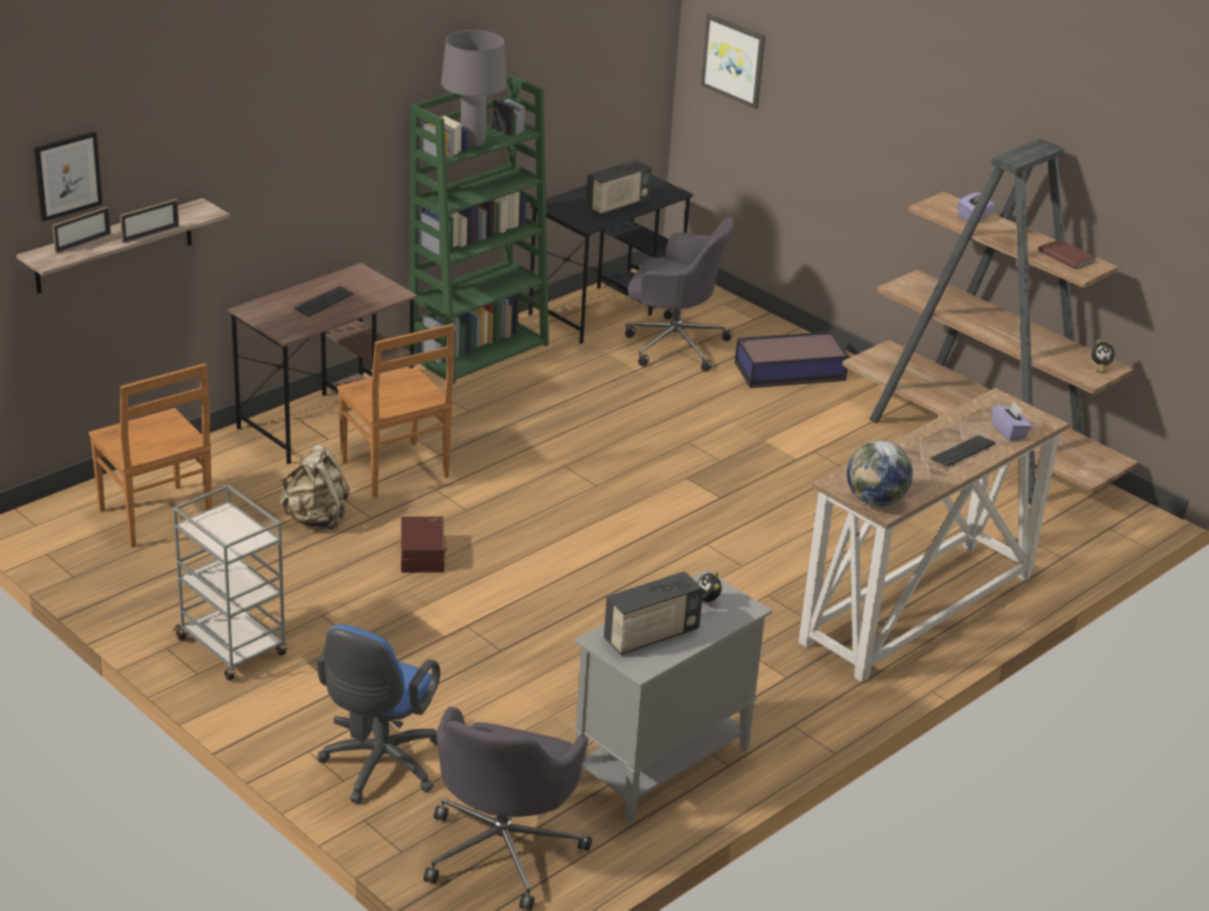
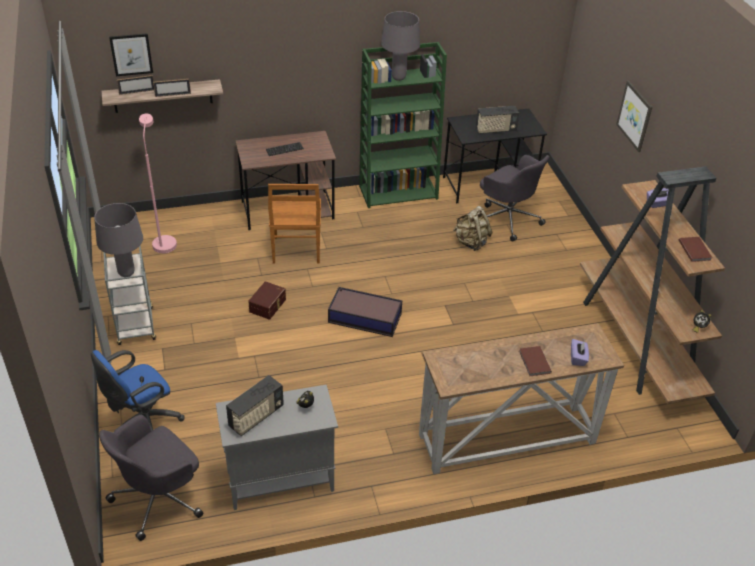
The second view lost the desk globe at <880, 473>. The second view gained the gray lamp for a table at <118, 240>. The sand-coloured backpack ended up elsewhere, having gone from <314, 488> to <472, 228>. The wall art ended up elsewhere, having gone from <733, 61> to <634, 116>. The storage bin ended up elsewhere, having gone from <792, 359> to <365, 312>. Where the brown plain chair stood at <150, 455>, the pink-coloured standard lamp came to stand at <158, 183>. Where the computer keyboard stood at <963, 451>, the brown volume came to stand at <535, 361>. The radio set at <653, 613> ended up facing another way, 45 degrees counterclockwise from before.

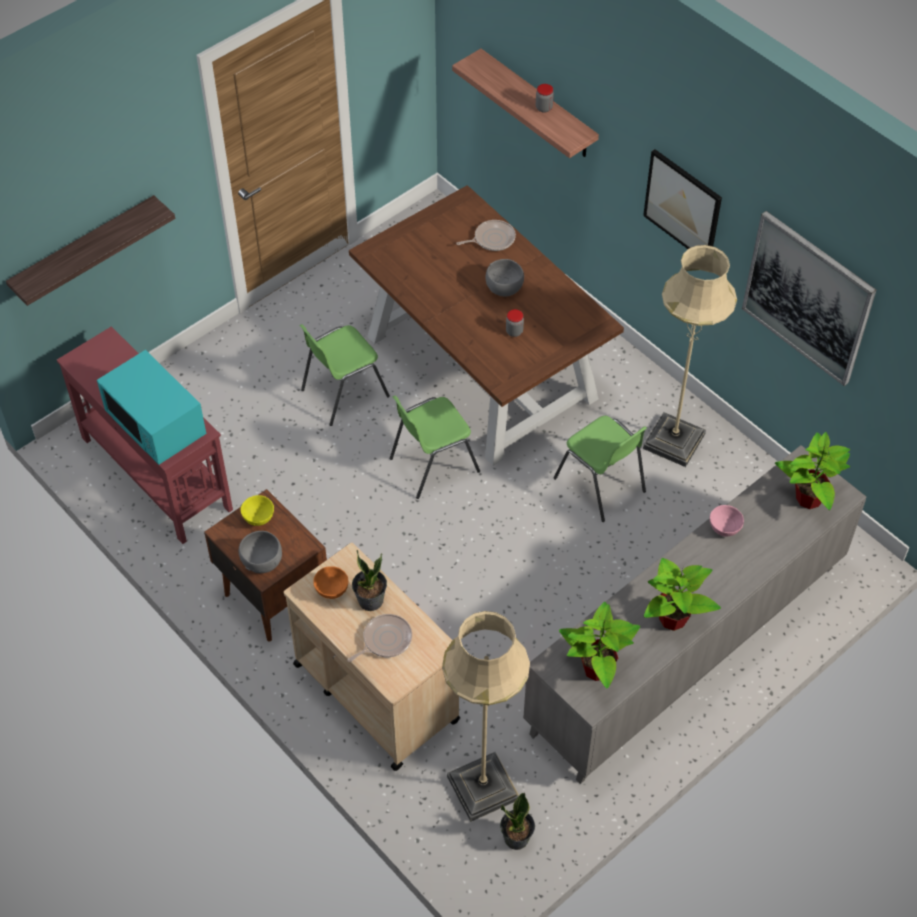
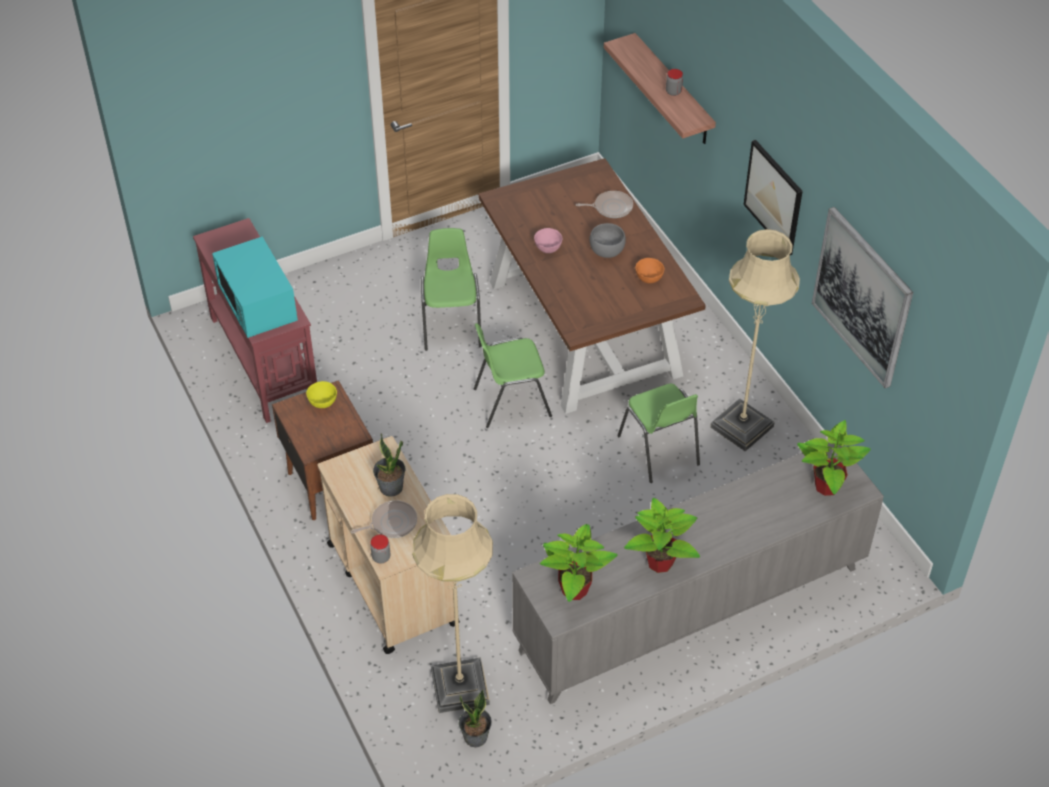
The second view lost the wall shelf at <90, 250>. The second view lost the gray bowl at <260, 552>. The orange bowl ended up elsewhere, having gone from <330, 582> to <649, 270>. The storage jar ended up elsewhere, having gone from <515, 323> to <380, 549>. The pink-coloured bowl ended up elsewhere, having gone from <727, 520> to <548, 240>. The green-coloured plain chair at <345, 375> ended up facing another way, 105 degrees clockwise from before.

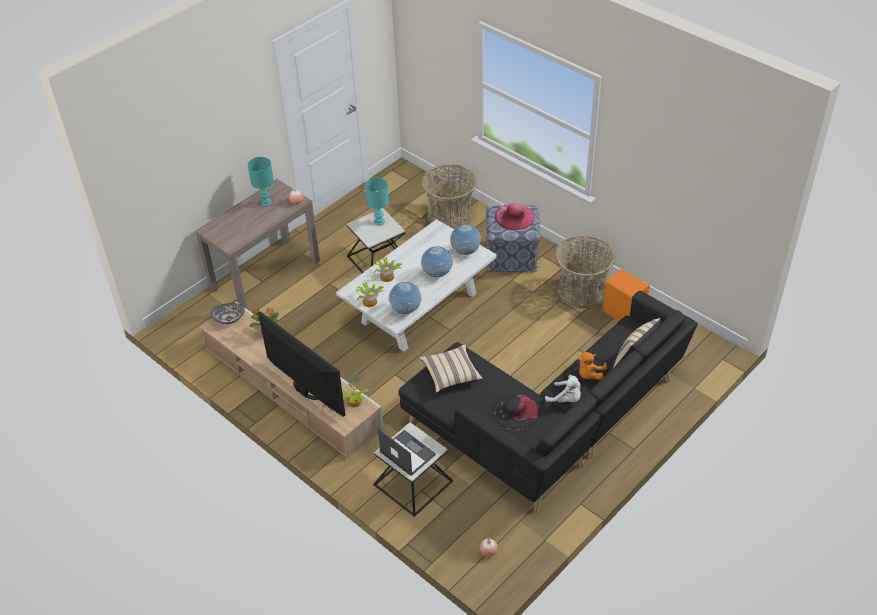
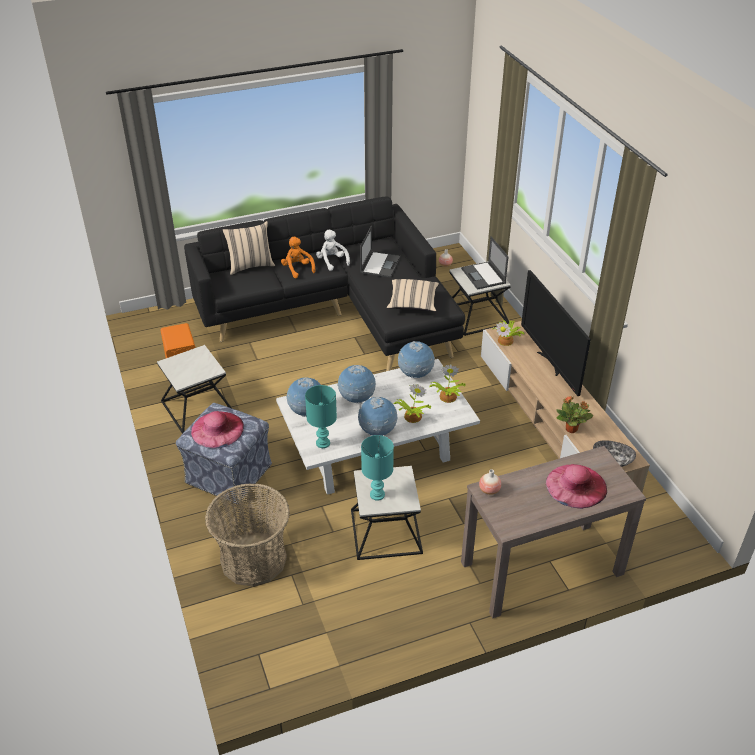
The second view gained the desk globe at <377, 416>. The second view gained the pink-coloured wearable hat at <576, 486>. The blue-green lamp for a table ended up elsewhere, having gone from <261, 181> to <321, 416>. Where the black-coloured wearable hat stood at <515, 412>, the laptop came to stand at <380, 252>. Where the storage basket stood at <585, 271>, the accent table came to stand at <194, 389>. The orange plush toy at <592, 366> ended up facing another way, 90 degrees counterclockwise from before.

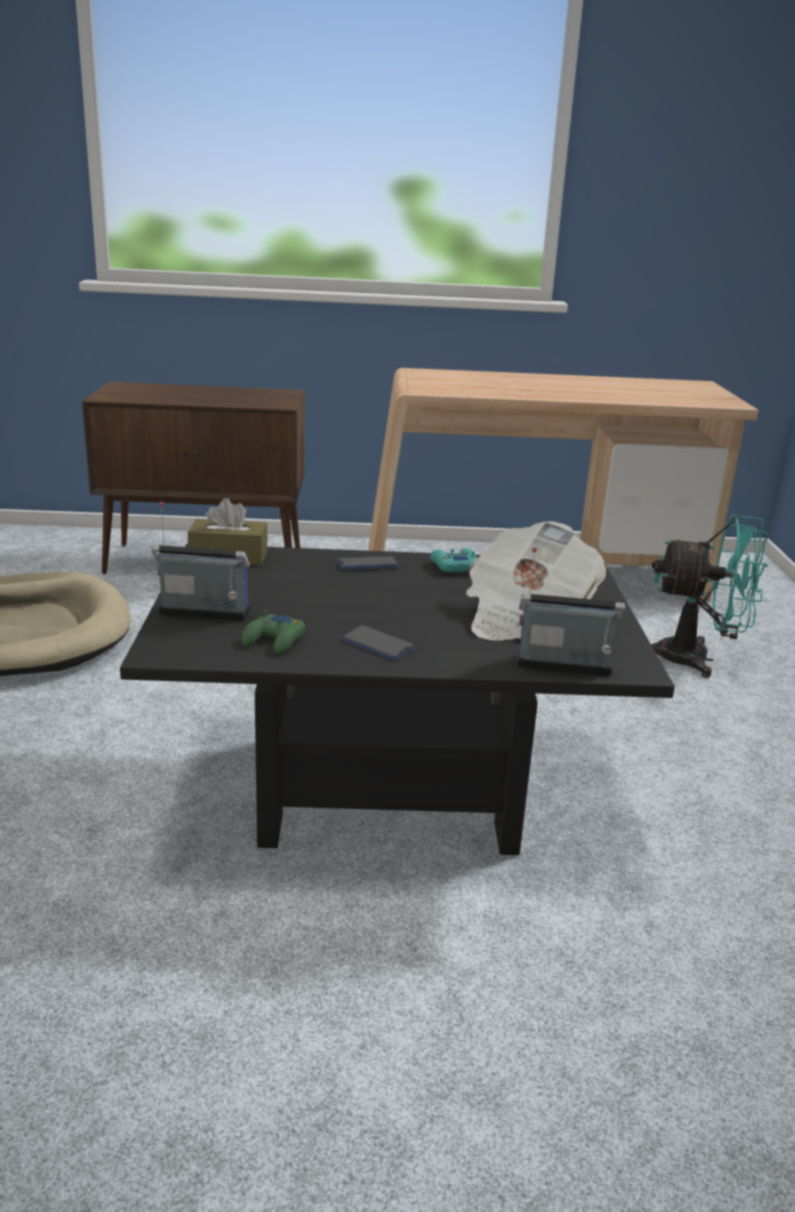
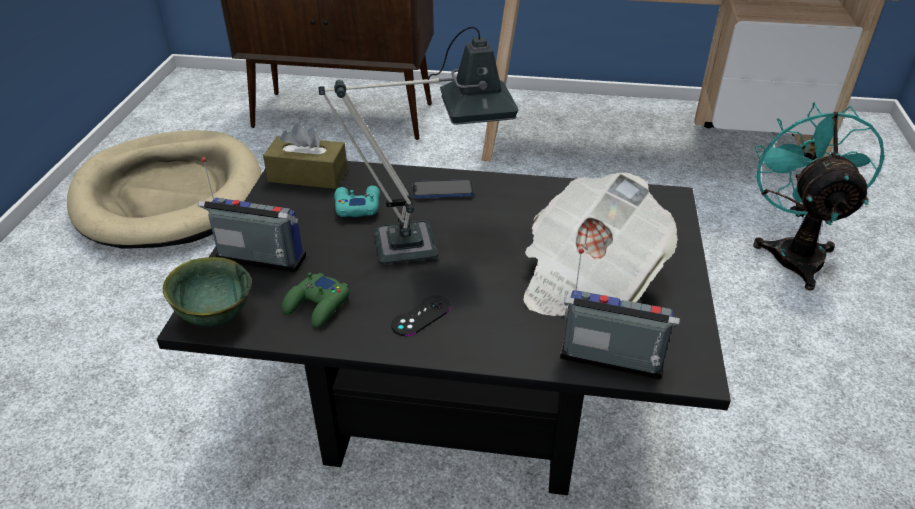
The second view gained the green-coloured bowl at <207, 291>. The second view gained the lamp for a table at <418, 145>. The blue-green game controller ended up elsewhere, having gone from <453, 560> to <357, 201>. Where the handset stood at <378, 642>, the black-coloured game controller came to stand at <421, 315>. The blue-green fan at <709, 596> ended up facing another way, 105 degrees counterclockwise from before.

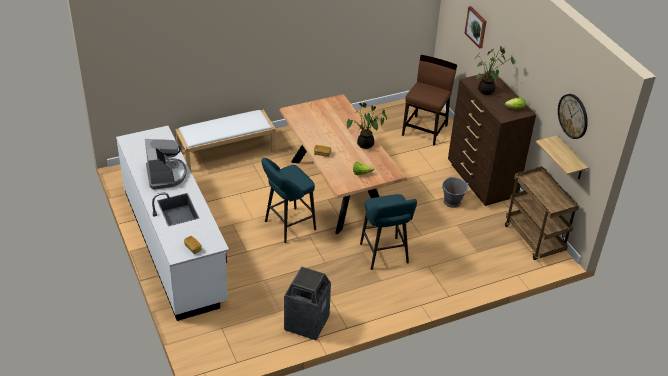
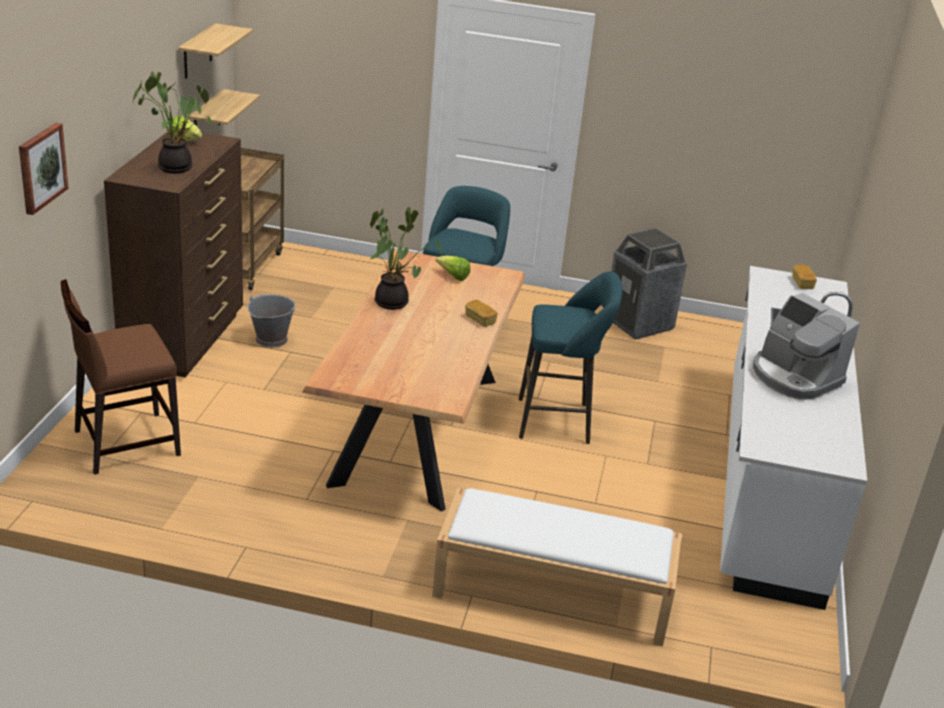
Where the clock on the wall hung at <573, 116>, the wall shelf came to hang at <215, 51>. The coffee machine at <166, 164> ended up facing another way, 60 degrees counterclockwise from before.

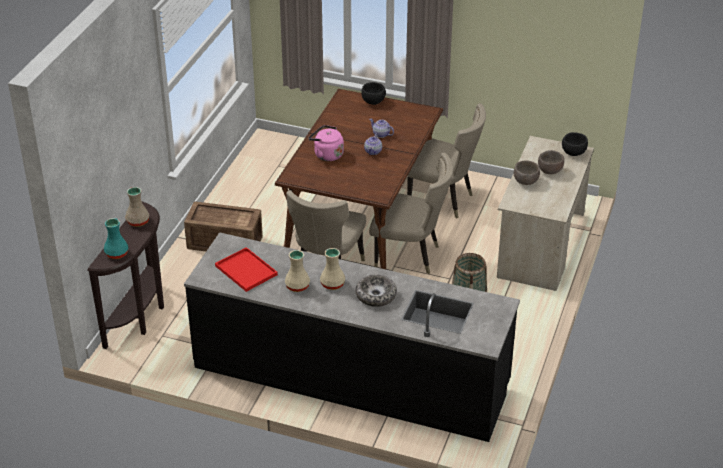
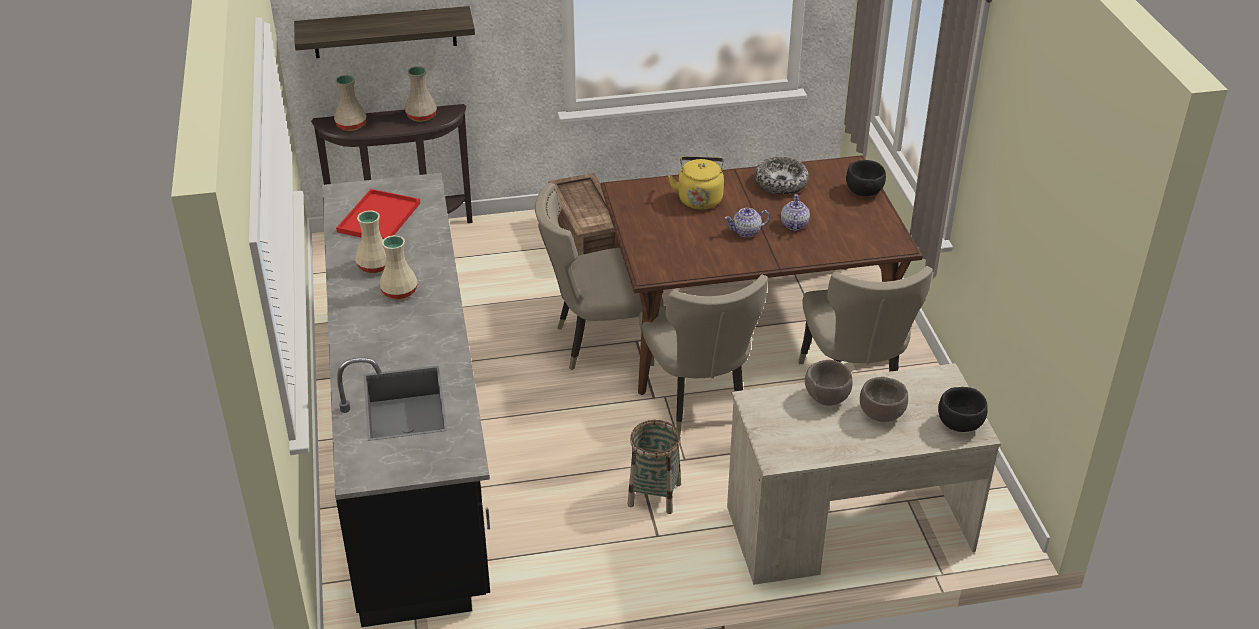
The second view gained the wall shelf at <384, 32>. The bowl ended up elsewhere, having gone from <376, 290> to <781, 175>. What was the blue-green decorative vase at <116, 238> turned into the sand-coloured decorative vase at <350, 103>. What was the pink-coloured water kettle at <326, 143> turned into the yellow water kettle at <696, 183>.

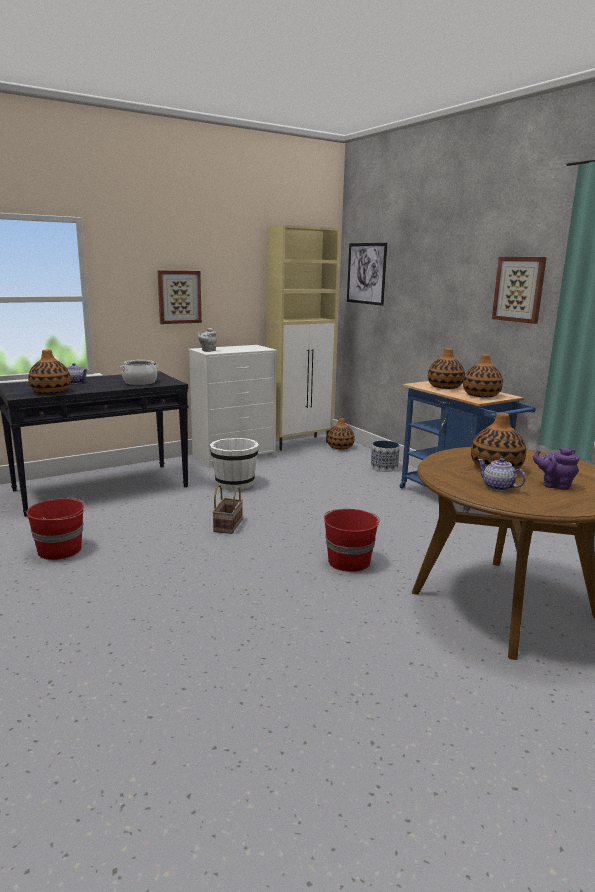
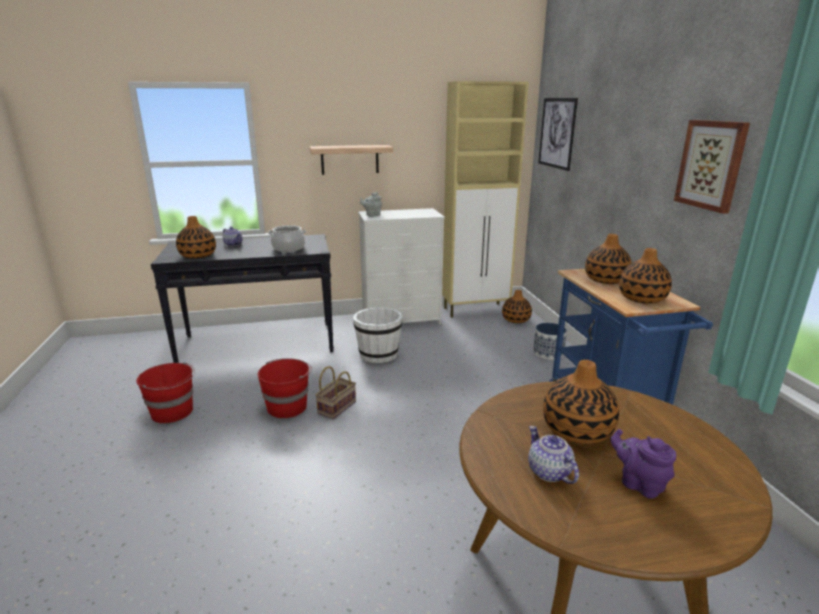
The reddish pail ended up elsewhere, having gone from <352, 540> to <285, 388>. Where the wall art hung at <179, 297>, the wall shelf came to hang at <351, 160>.

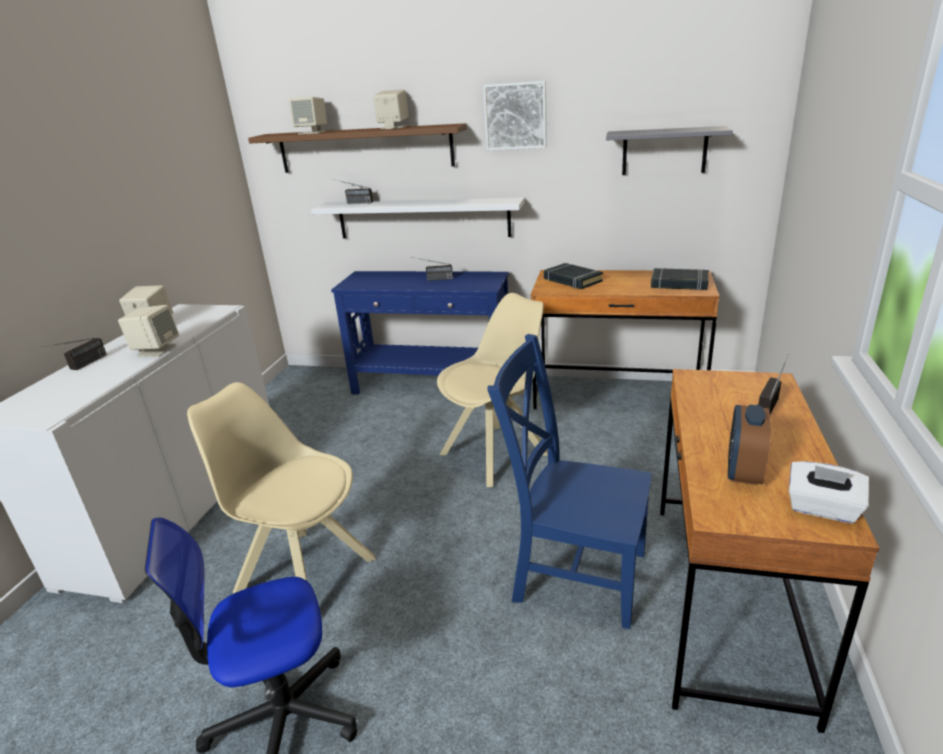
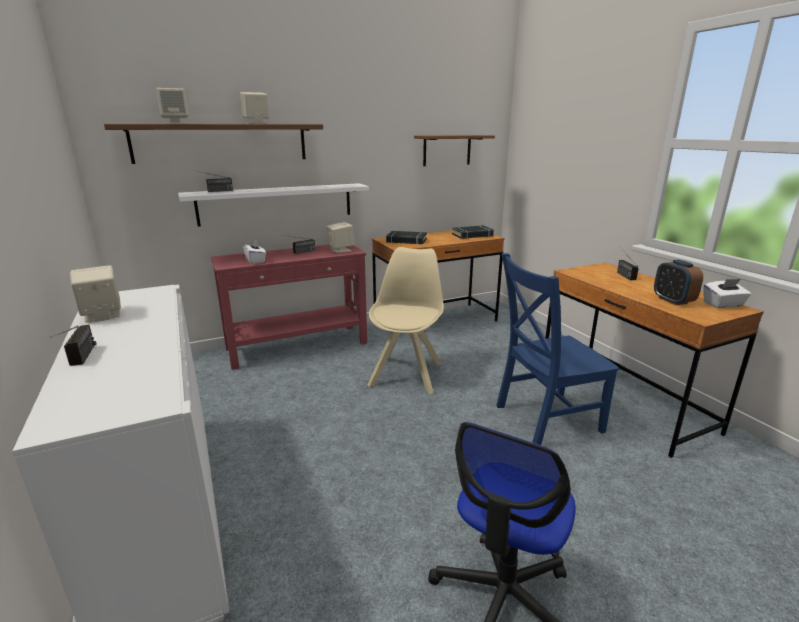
The second view lost the sand-coloured plain chair at <281, 488>. The second view lost the wall art at <515, 115>. The second view gained the white-coloured box of tissues at <254, 251>. The sand-coloured loudspeaker ended up elsewhere, having gone from <148, 331> to <340, 237>. What was the bluish console table at <420, 333> turned into the reddish console table at <289, 307>. What was the gray wall shelf at <669, 150> turned into the brown wall shelf at <454, 150>.

